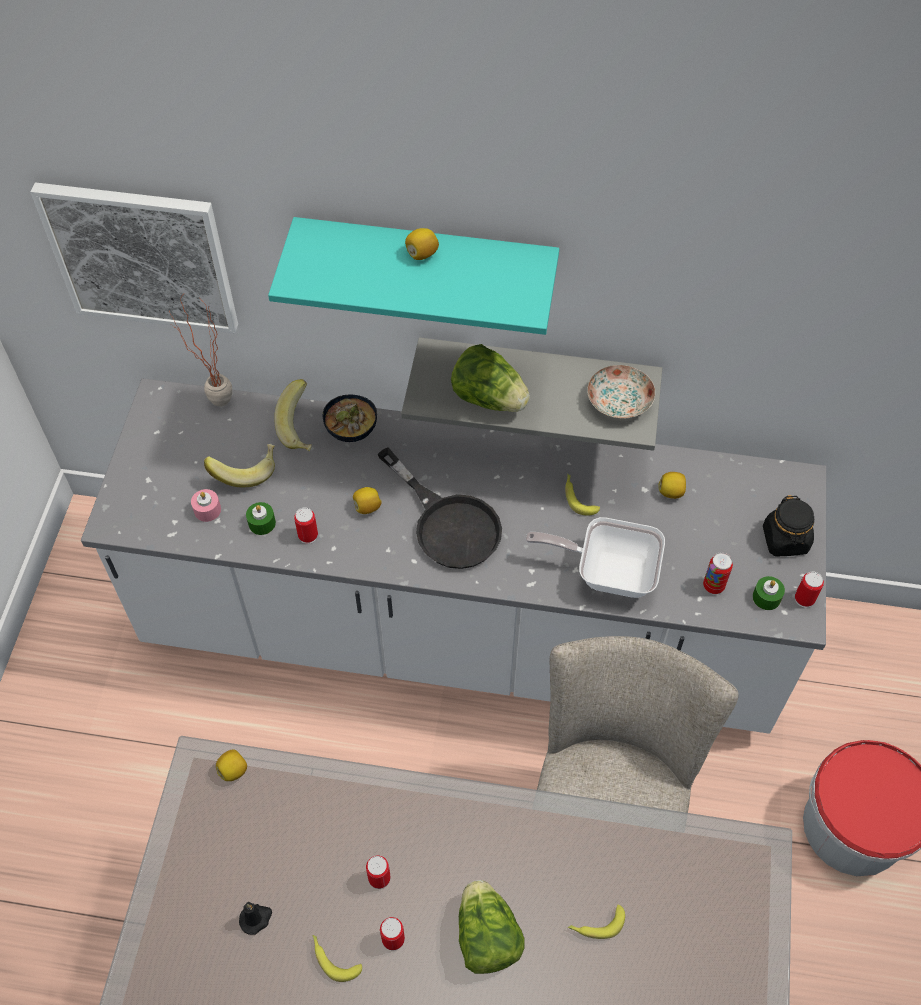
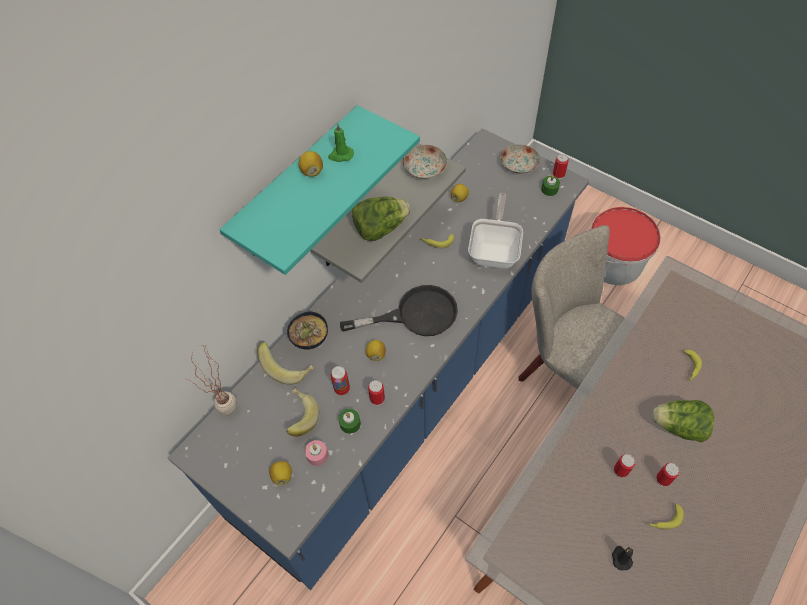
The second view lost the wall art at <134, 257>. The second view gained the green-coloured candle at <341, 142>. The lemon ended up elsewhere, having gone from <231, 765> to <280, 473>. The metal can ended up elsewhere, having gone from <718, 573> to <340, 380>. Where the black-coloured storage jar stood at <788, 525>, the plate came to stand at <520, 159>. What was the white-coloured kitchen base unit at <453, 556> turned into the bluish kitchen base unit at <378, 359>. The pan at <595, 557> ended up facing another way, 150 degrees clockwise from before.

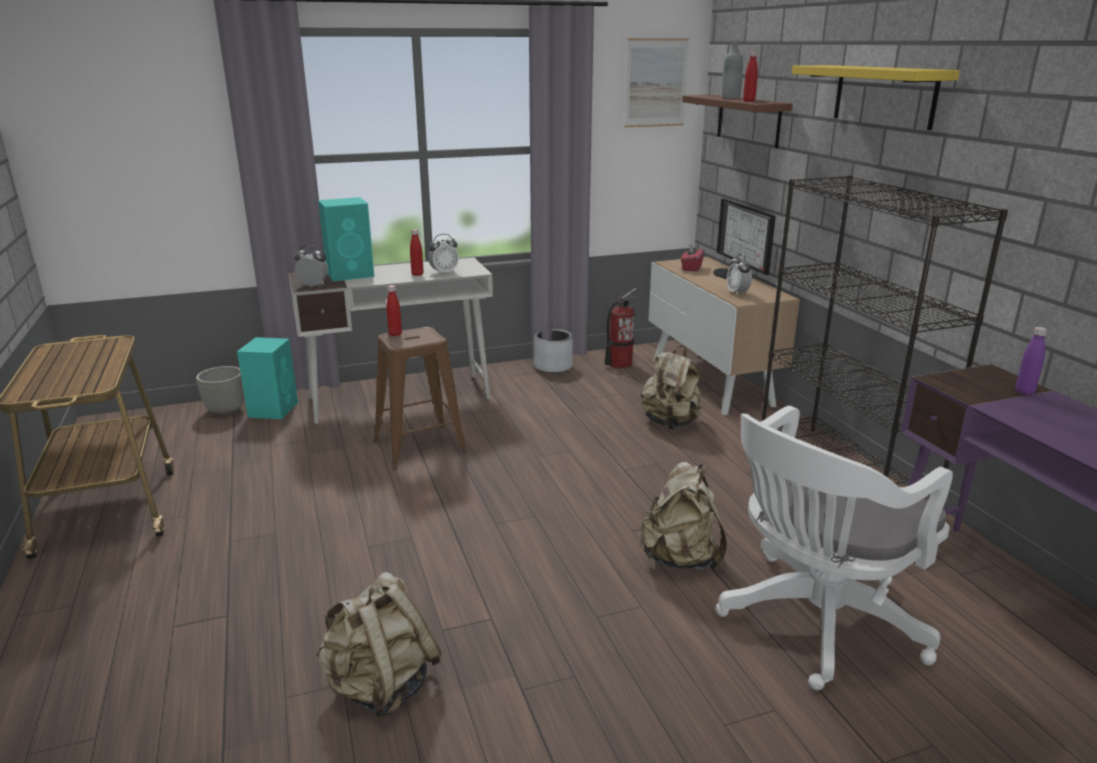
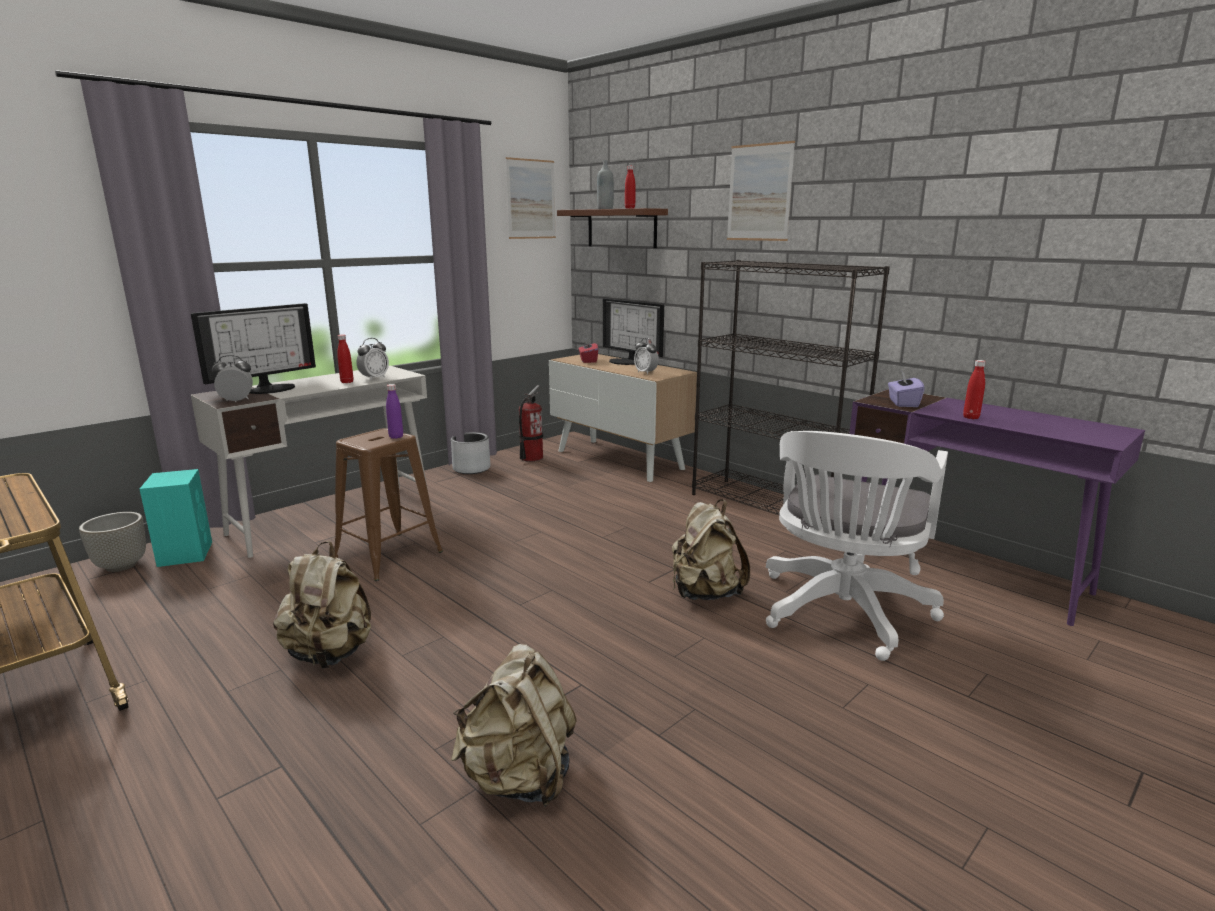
The second view gained the purplish box of tissues at <906, 388>. The reddish beverage bottle ended up elsewhere, having gone from <394, 310> to <974, 389>. The sand-coloured backpack ended up elsewhere, having gone from <671, 387> to <322, 605>. The purplish beverage bottle ended up elsewhere, having gone from <1031, 361> to <394, 411>. Where the blue-green loudspeaker stood at <346, 239>, the computer screen came to stand at <253, 348>. Where the yellow wall shelf hung at <876, 97>, the wall art came to hang at <761, 191>.

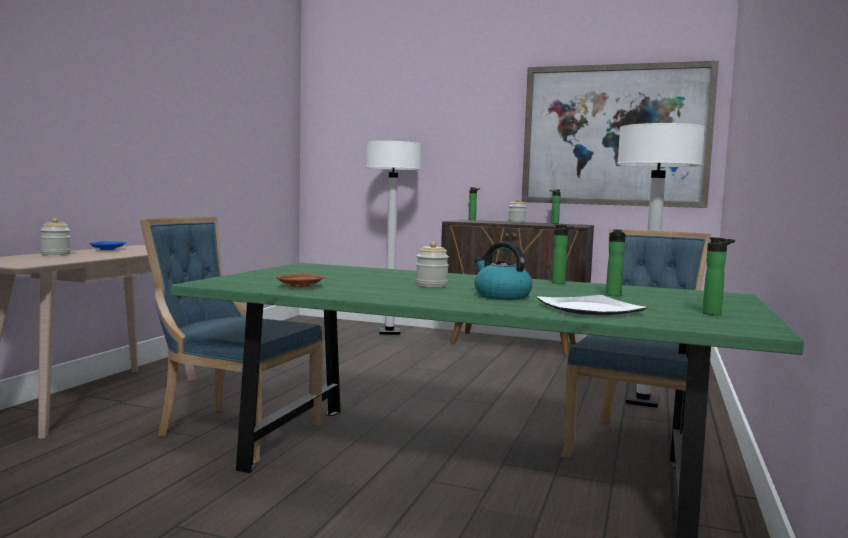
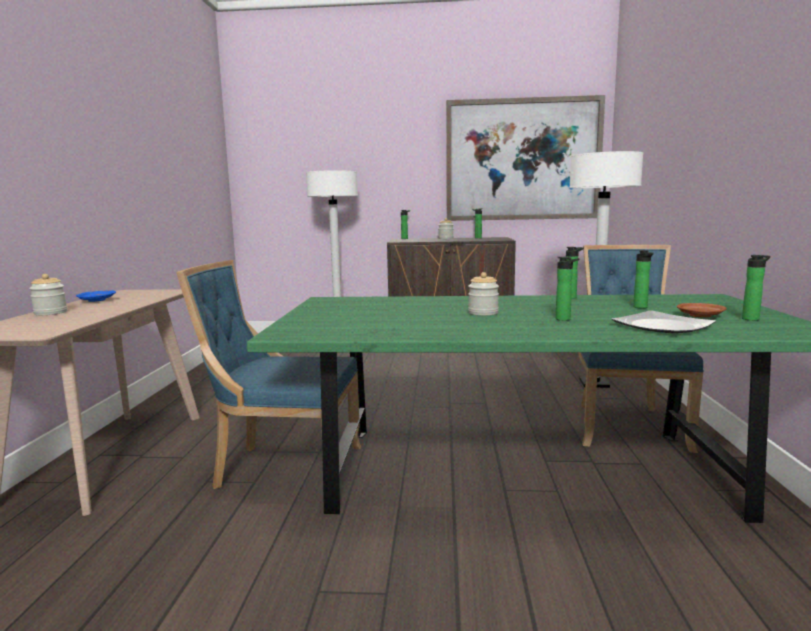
The brown plate ended up elsewhere, having gone from <300, 280> to <702, 310>. Where the water kettle stood at <503, 271>, the beverage bottle came to stand at <568, 289>.

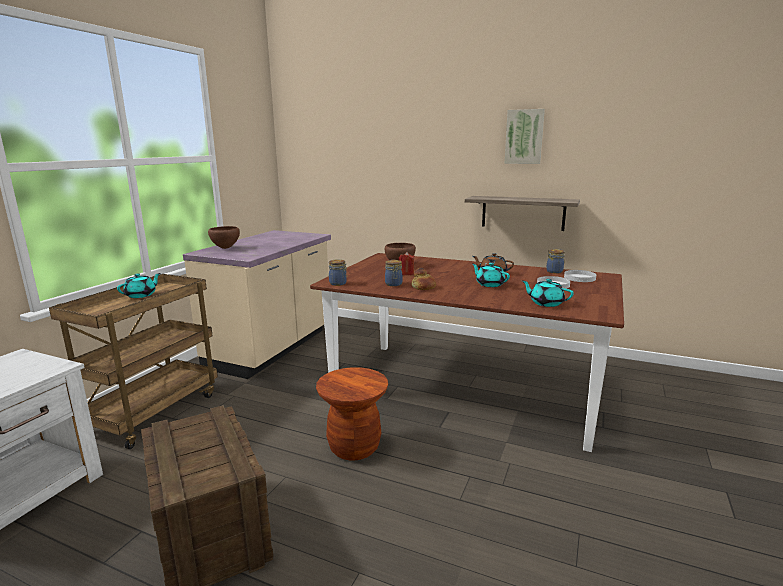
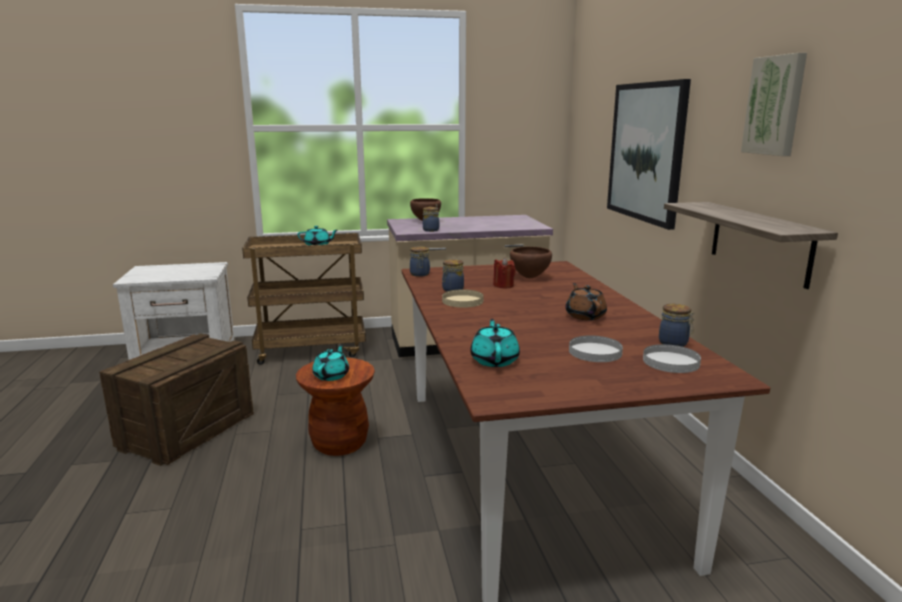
The second view gained the storage jar at <431, 219>. The second view gained the wall art at <649, 154>. The blue-green tea pot ended up elsewhere, having gone from <491, 275> to <330, 363>. Where the bread stood at <423, 279>, the sand-coloured plate came to stand at <462, 298>.

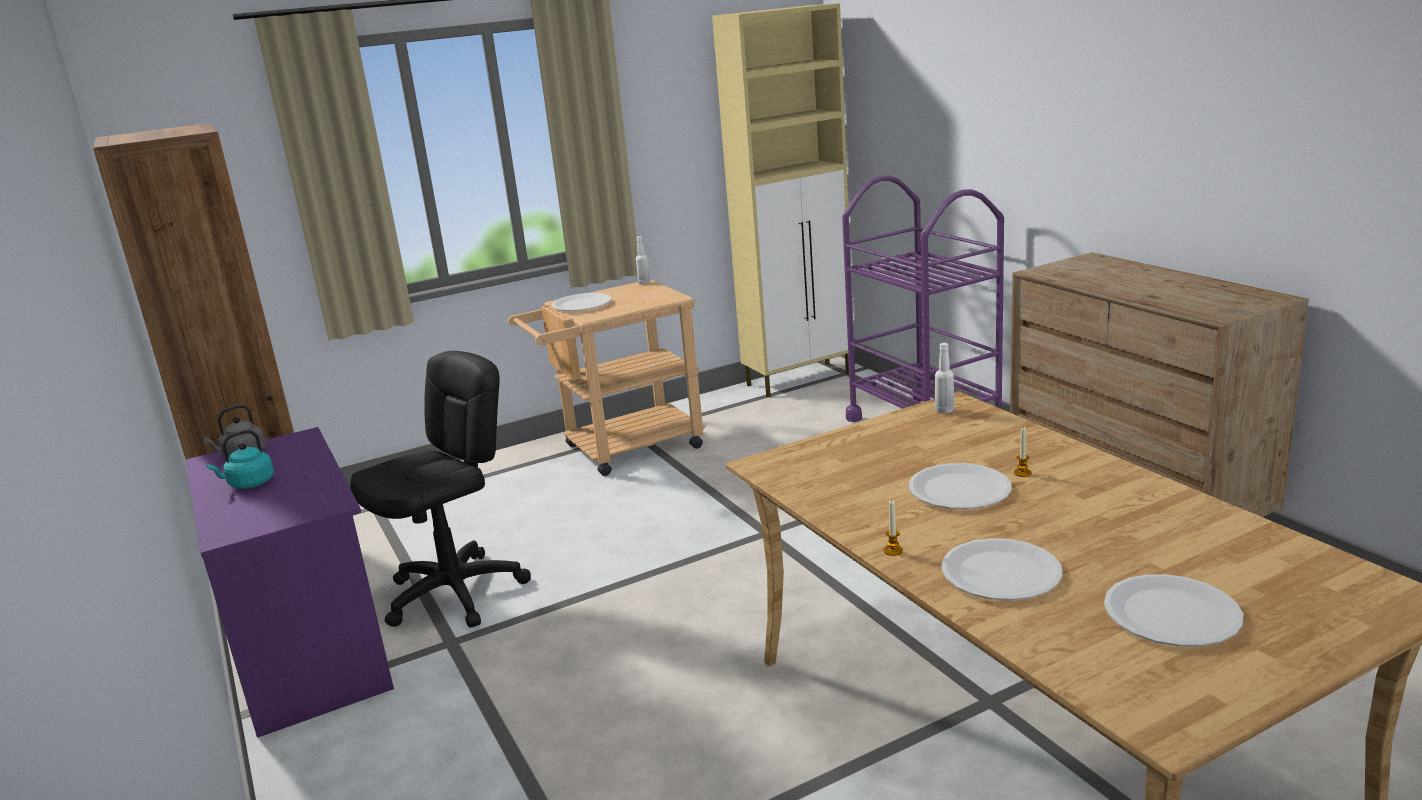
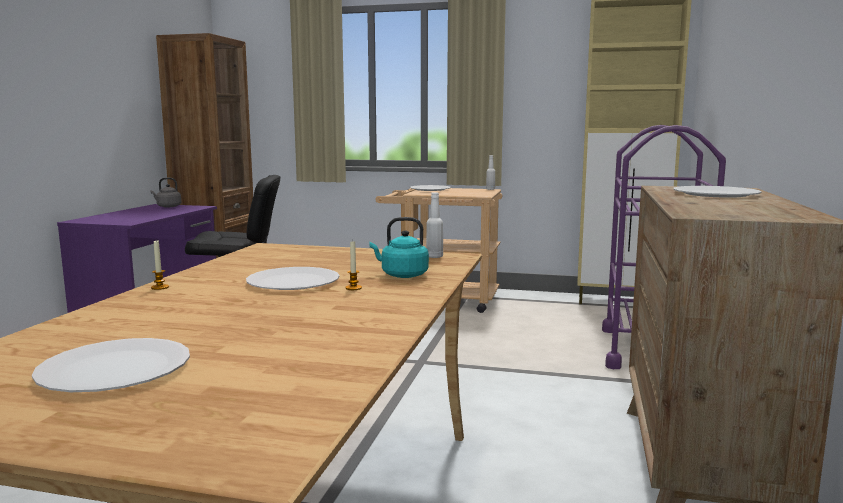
The blue-green water kettle ended up elsewhere, having gone from <240, 459> to <399, 247>. The white-coloured plate ended up elsewhere, having gone from <1002, 569> to <717, 192>.

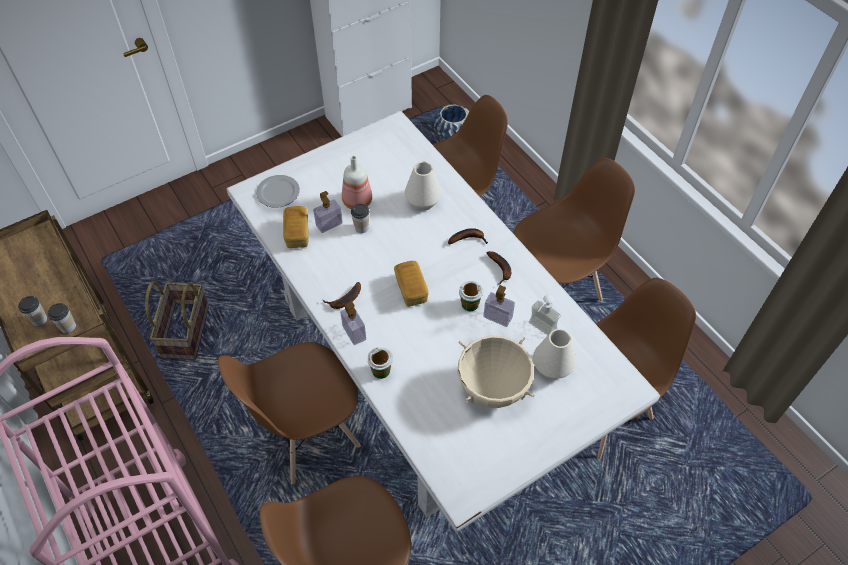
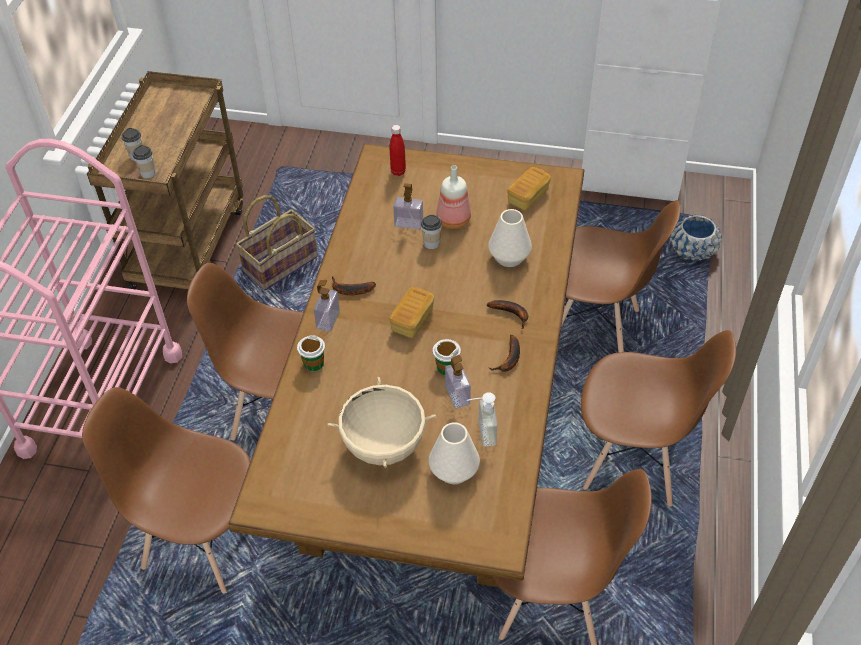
The bread ended up elsewhere, having gone from <296, 227> to <529, 189>. Where the plate stood at <278, 191>, the reddish beverage bottle came to stand at <398, 150>. What was the white-coloured kitchen table at <443, 322> turned into the brown kitchen table at <406, 365>.

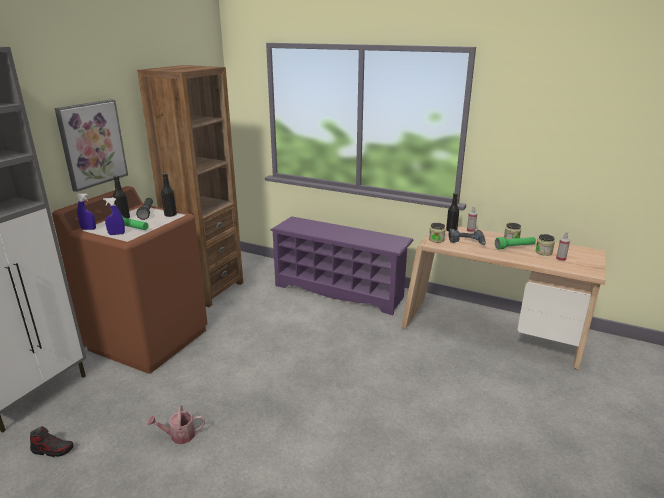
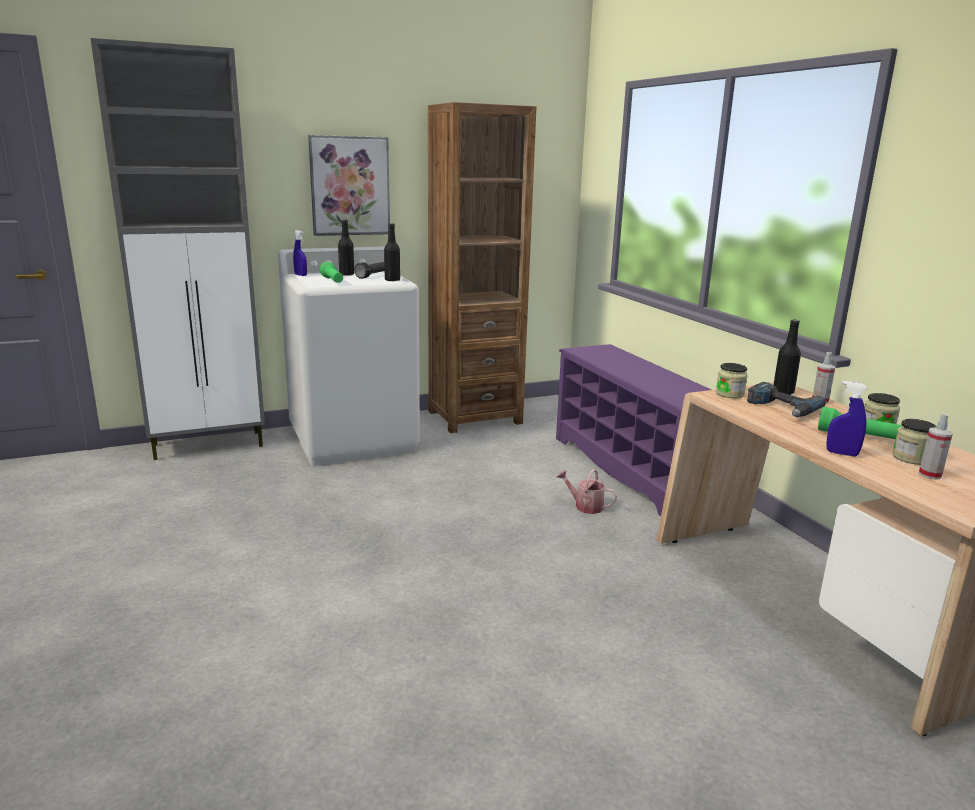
The second view lost the item of footwear at <51, 441>. The bluish spray bottle ended up elsewhere, having gone from <114, 216> to <846, 418>. The watering pot ended up elsewhere, having gone from <176, 425> to <587, 491>. What was the brown laundry machine at <130, 280> turned into the white-coloured laundry machine at <349, 356>.

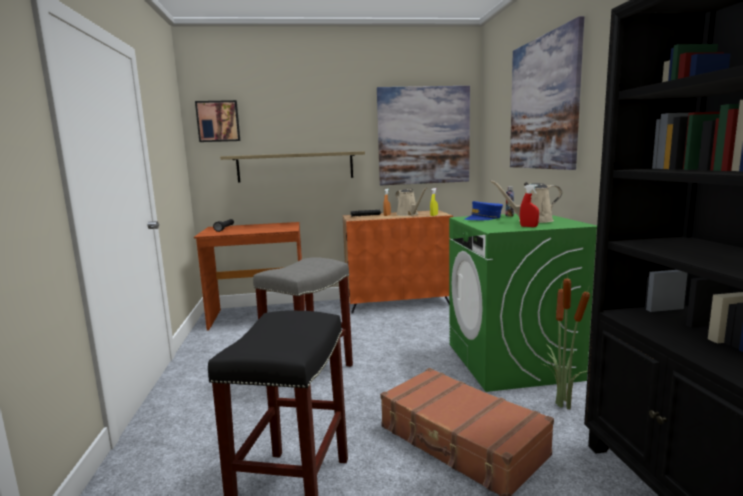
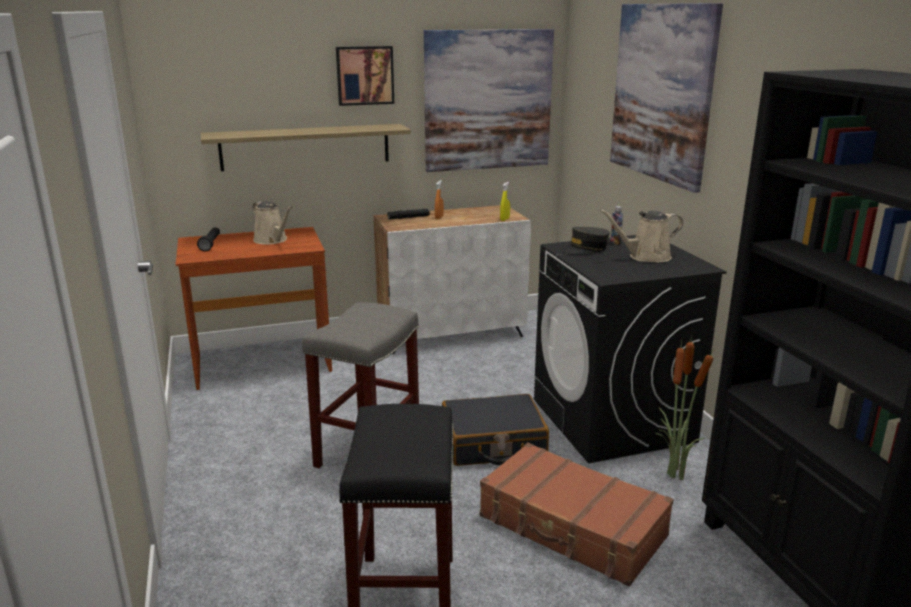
The second view lost the reddish spray bottle at <529, 206>. The second view gained the black-coloured piece of luggage at <495, 430>. The wall art ended up elsewhere, having gone from <217, 121> to <365, 76>. The sand-coloured watering pot ended up elsewhere, having gone from <412, 201> to <273, 223>. What was the orange cupboard at <398, 261> turned into the white-coloured cupboard at <452, 279>. What was the green-coloured laundry machine at <523, 303> turned into the black-coloured laundry machine at <630, 349>. What was the bluish peaked cap at <484, 210> turned into the gray peaked cap at <586, 241>.

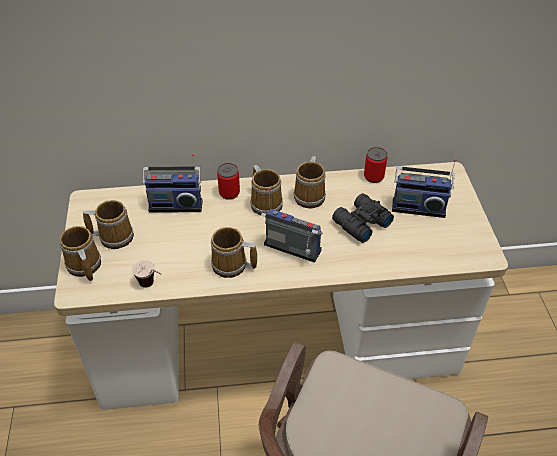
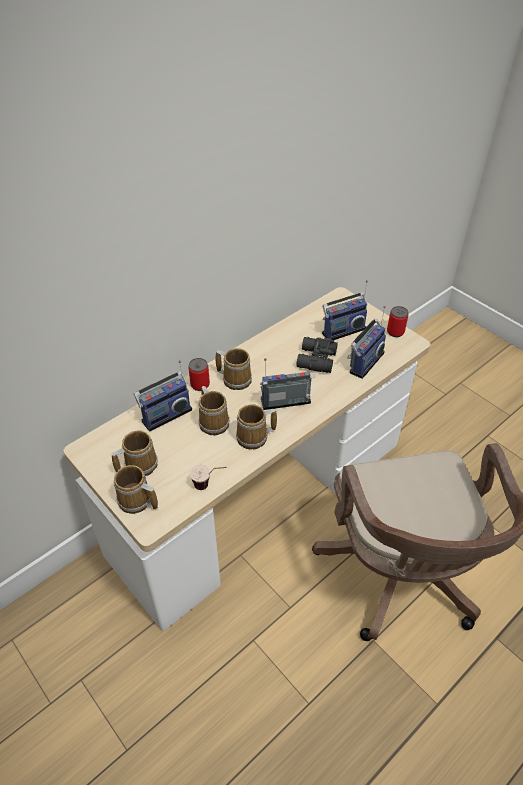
The second view gained the radio set at <366, 342>. The mug ended up elsewhere, having gone from <309, 182> to <214, 410>. The metal can ended up elsewhere, having gone from <375, 165> to <397, 321>.

